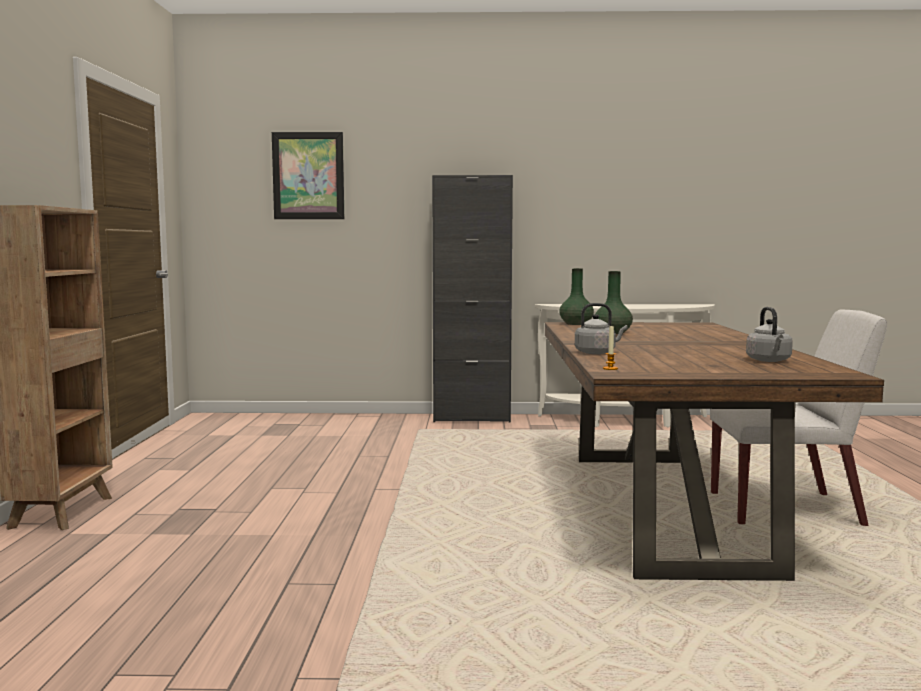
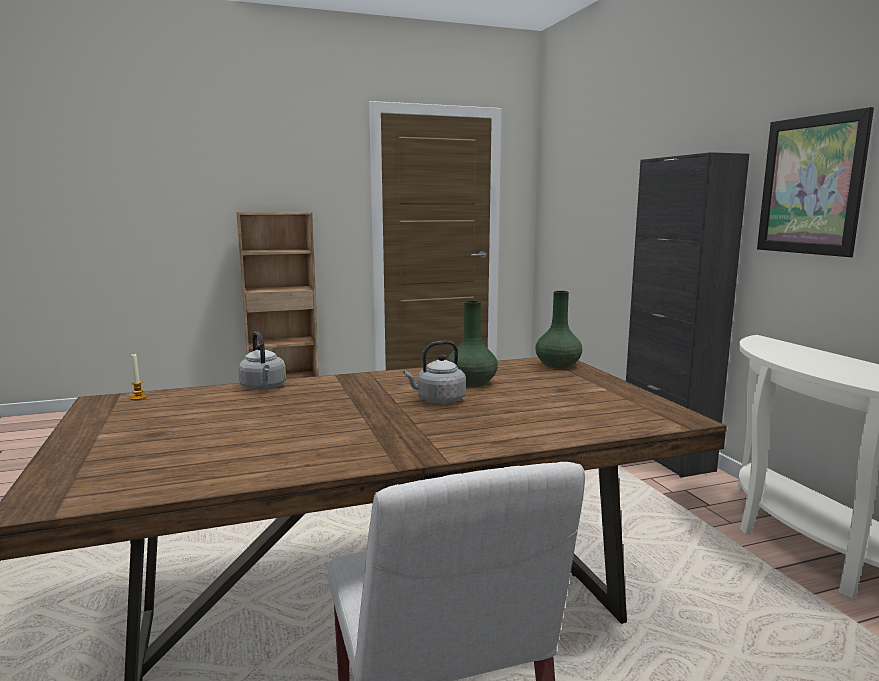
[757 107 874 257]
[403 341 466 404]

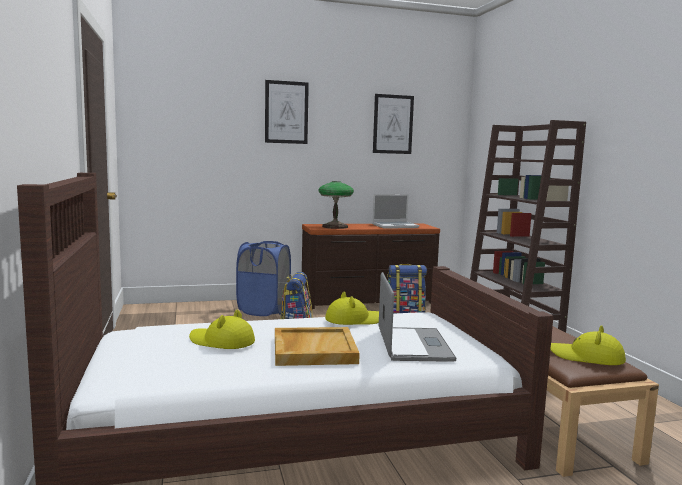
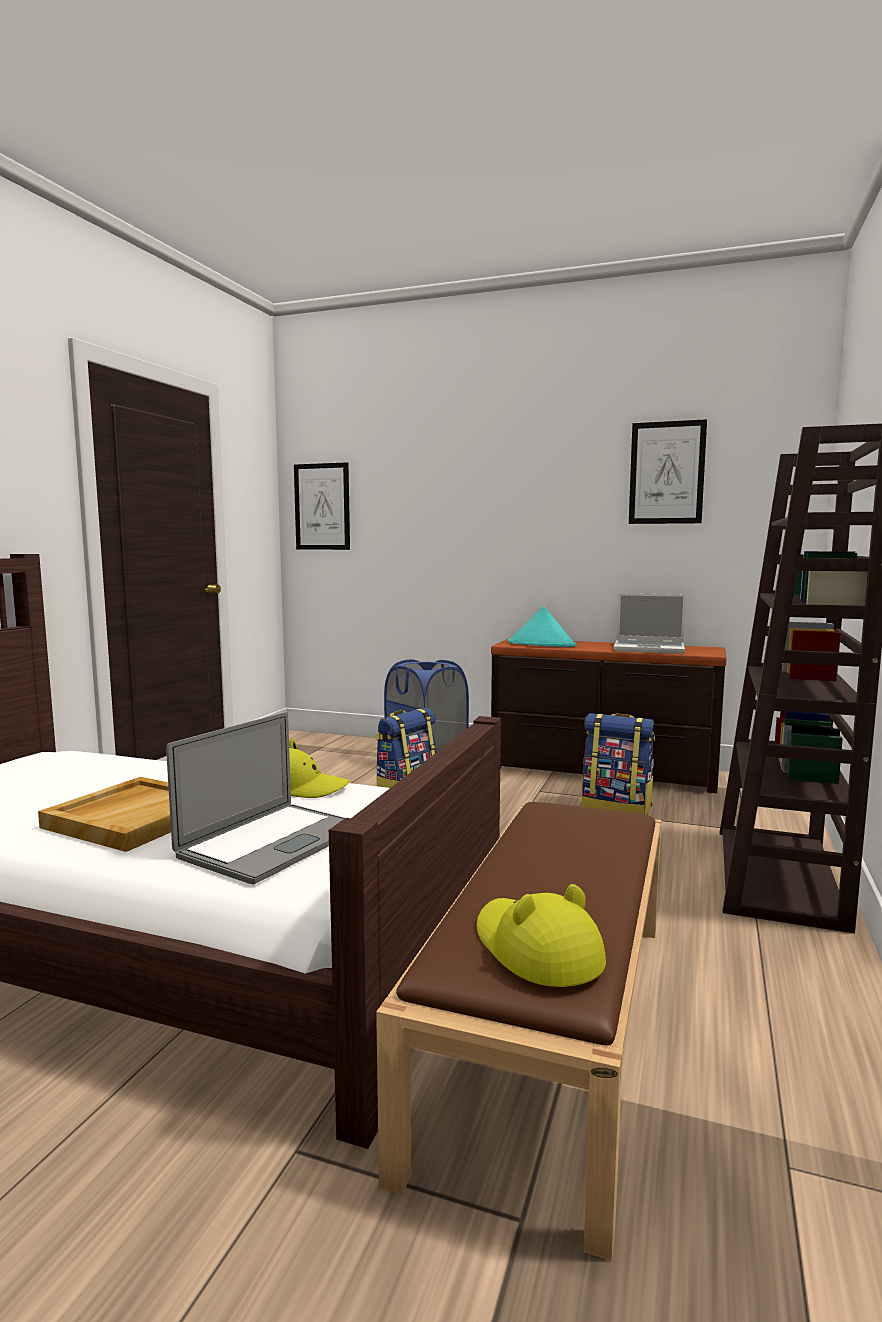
[189 310 255 349] (first image)
[294 462 350 550]
[508 606 576 647]

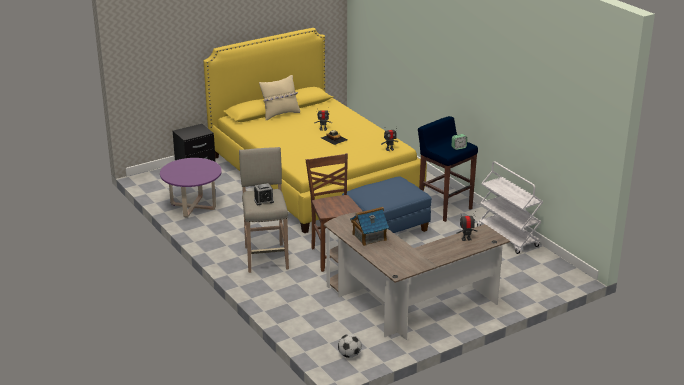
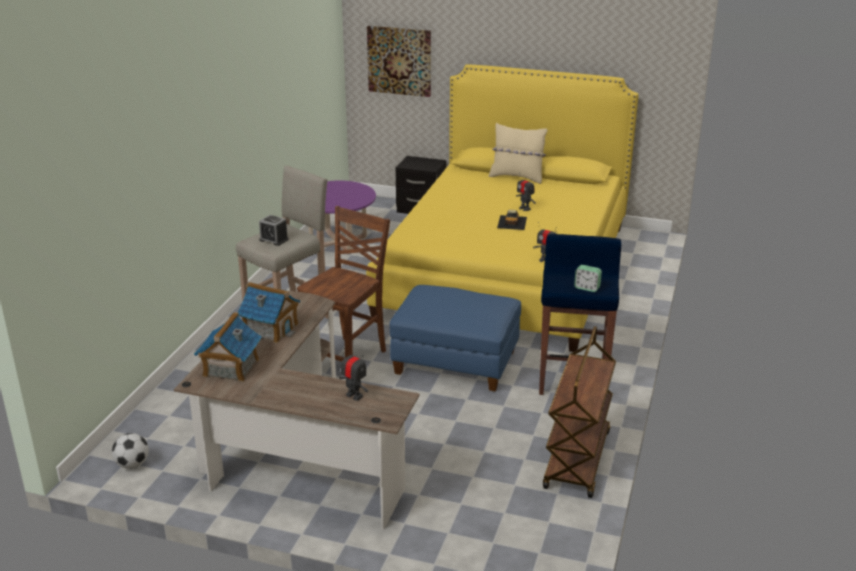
[543 326 616 498]
[194 312 262 382]
[367 26 431 97]

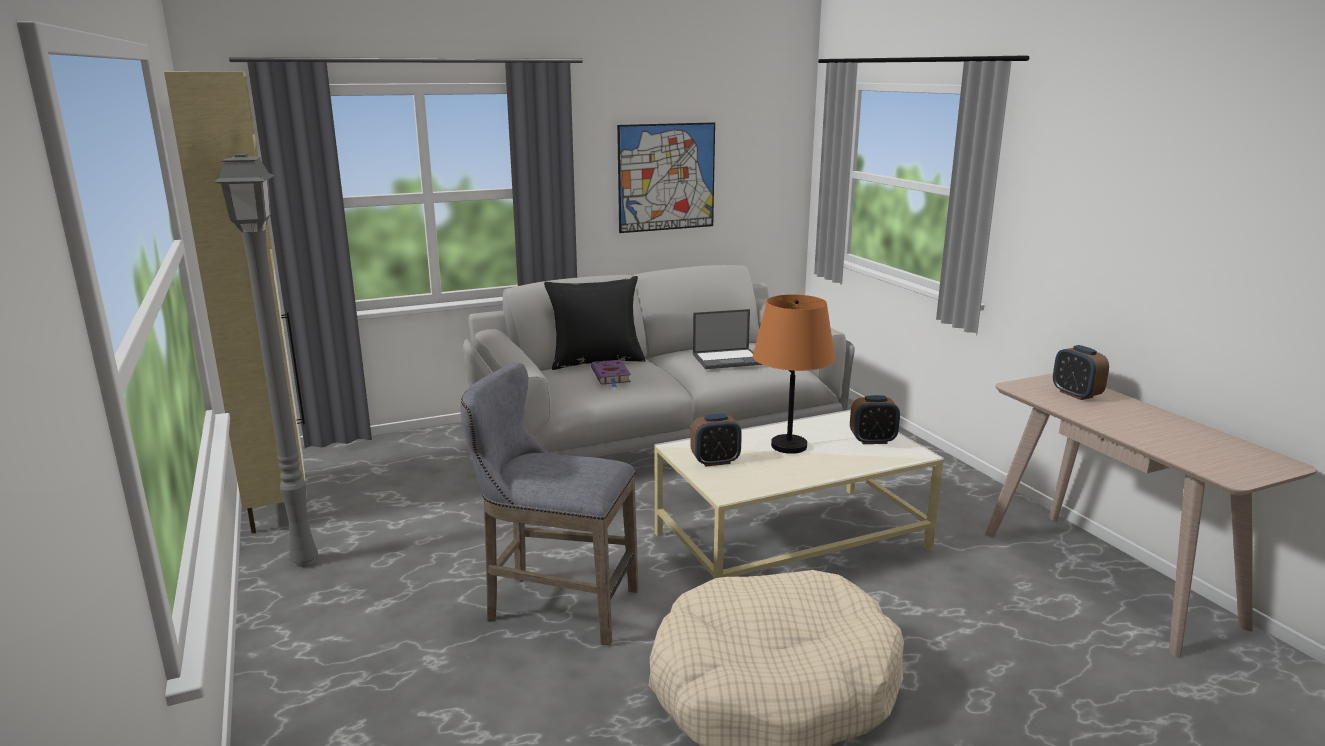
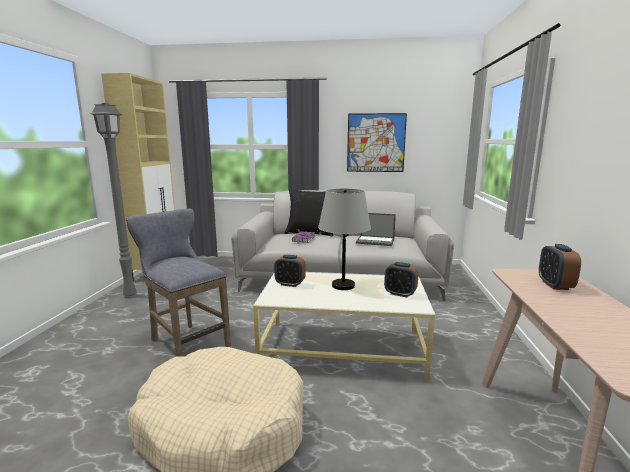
[318 188 371 290]

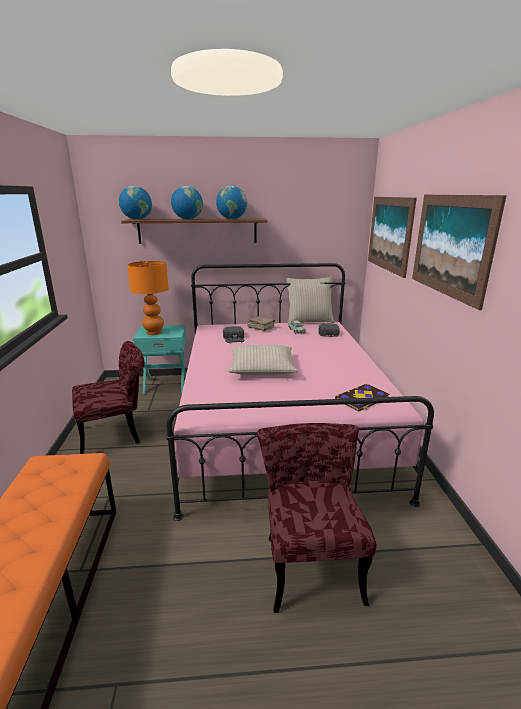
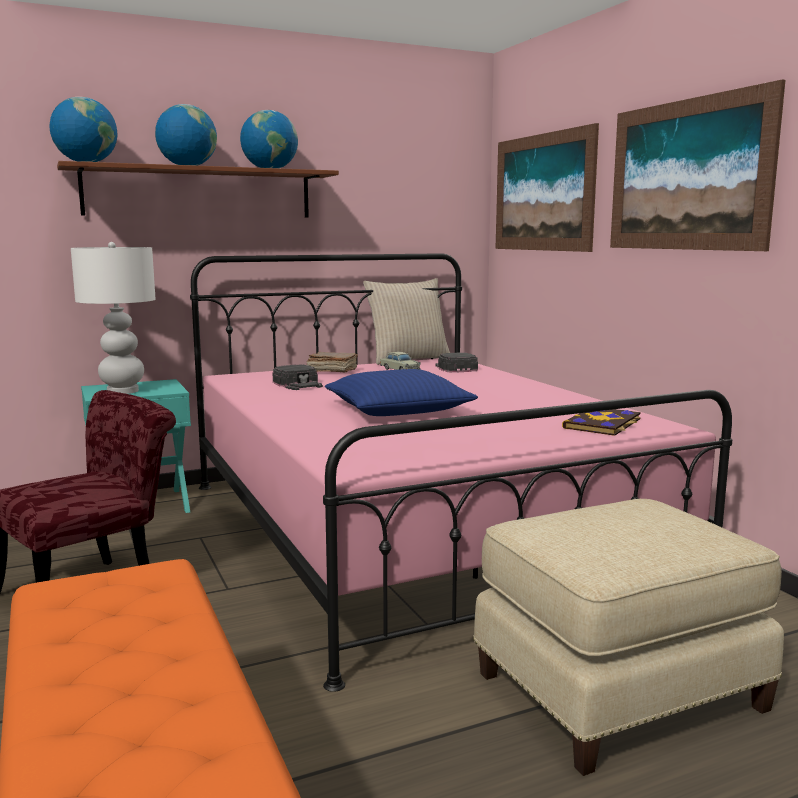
[71 242 156 394]
[325 369 478 416]
[473 499 784 776]

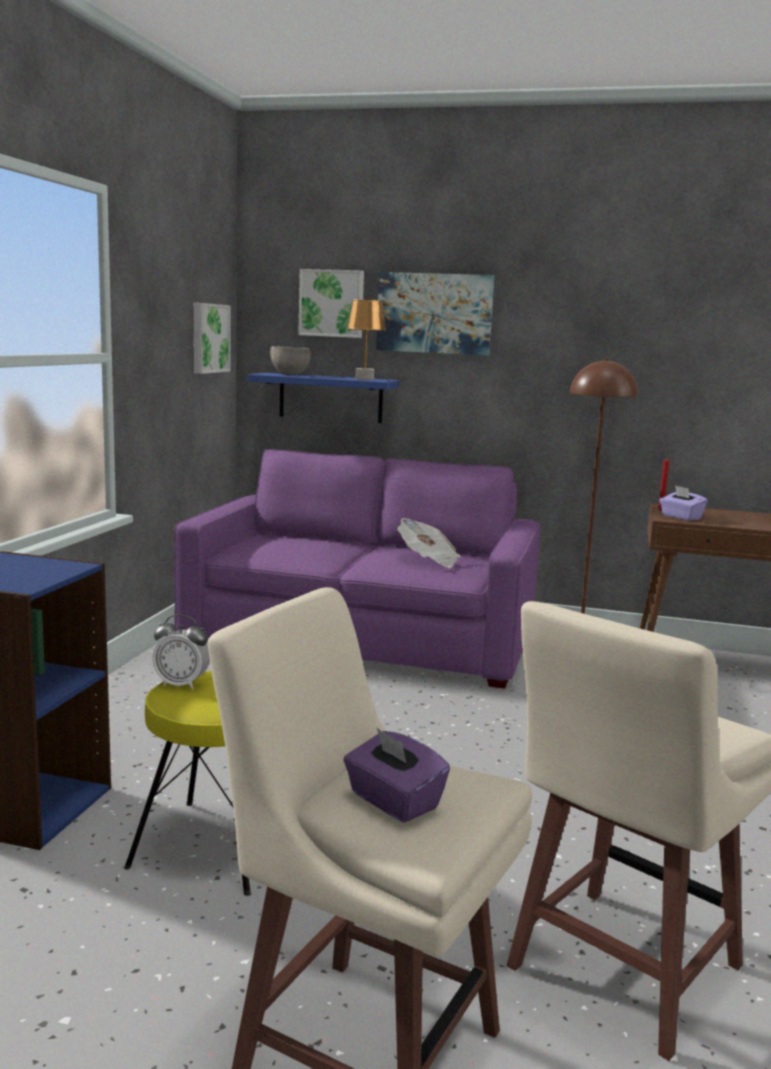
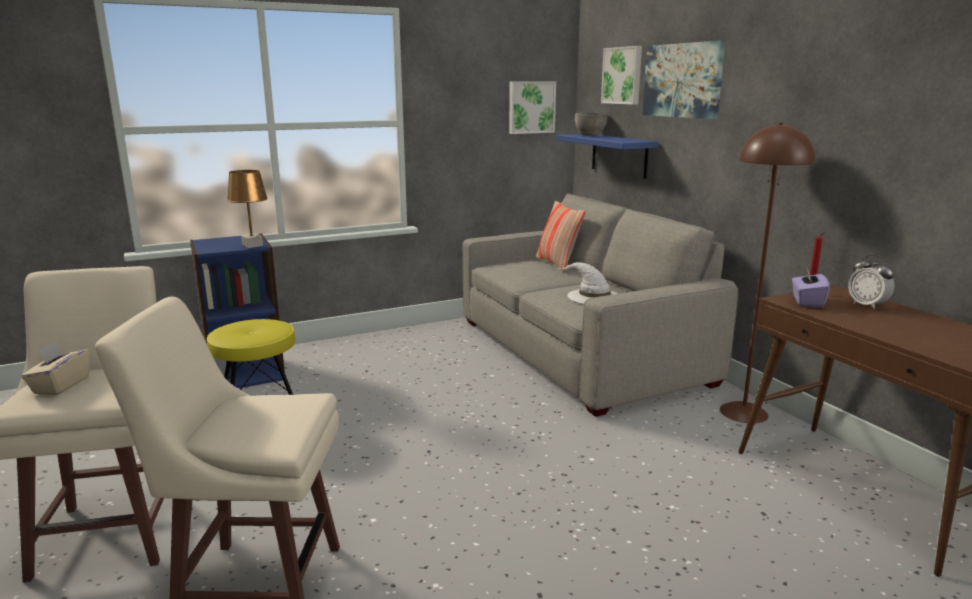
[848 255 895 310]
[462 193 738 417]
[22 341 90 395]
[227 170 268 248]
[557 262 619 304]
[536 201 586 272]

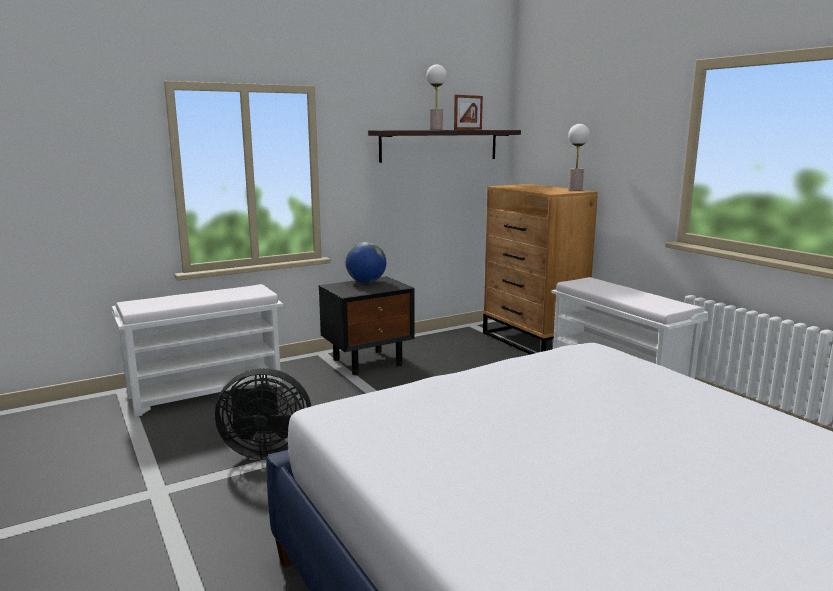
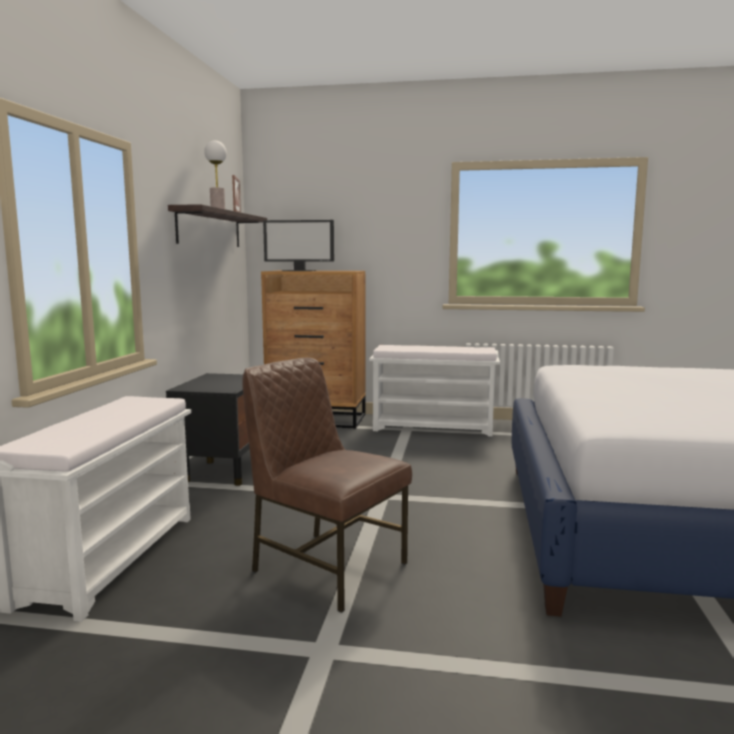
[242 358 412 613]
[345 242 386 283] (first image)
[568 124 590 191] (first image)
[263 220 334 271]

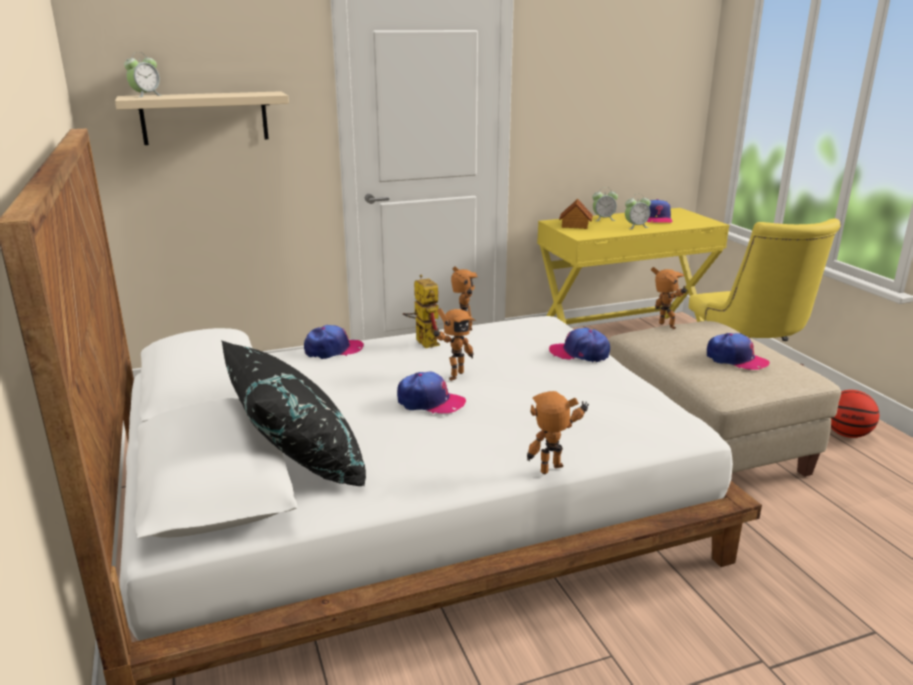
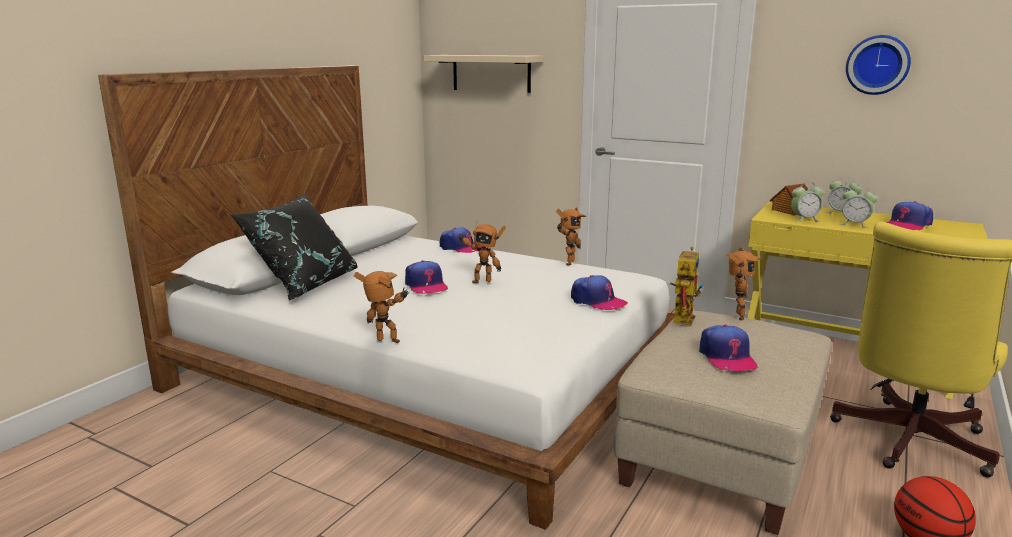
[791 182 824 222]
[670 247 704 325]
[571 275 628 310]
[846 35 911 95]

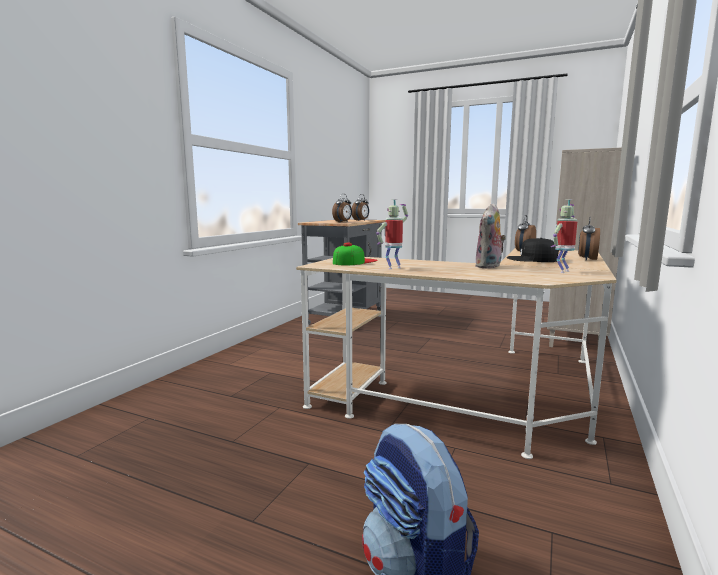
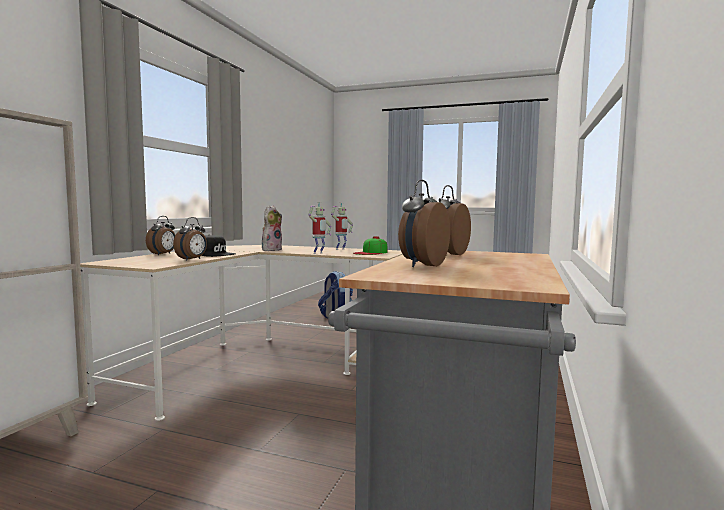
[308 202 331 254]

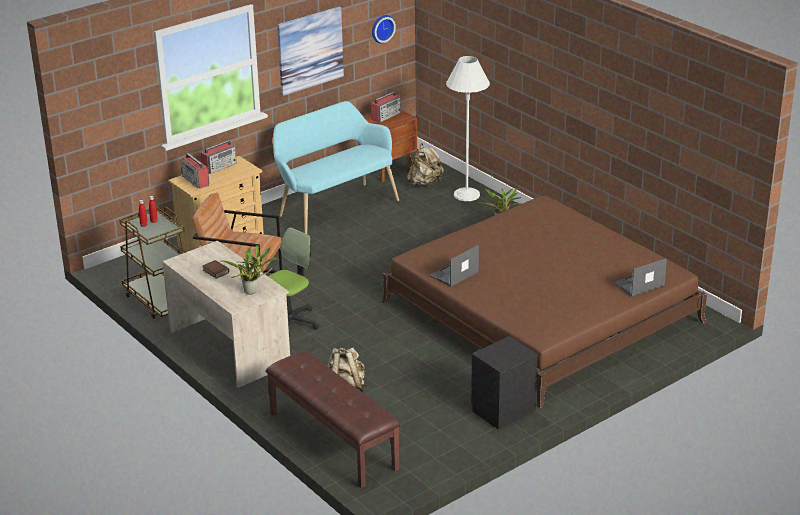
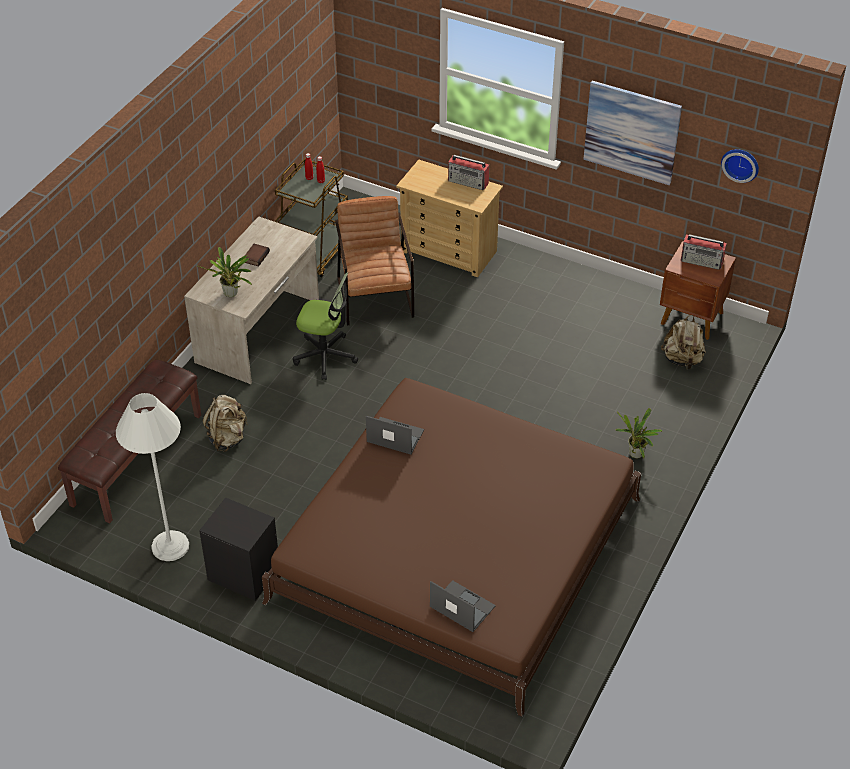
[181 153 209 189] (first image)
[273 101 399 234] (first image)
[116 393 189 561]

